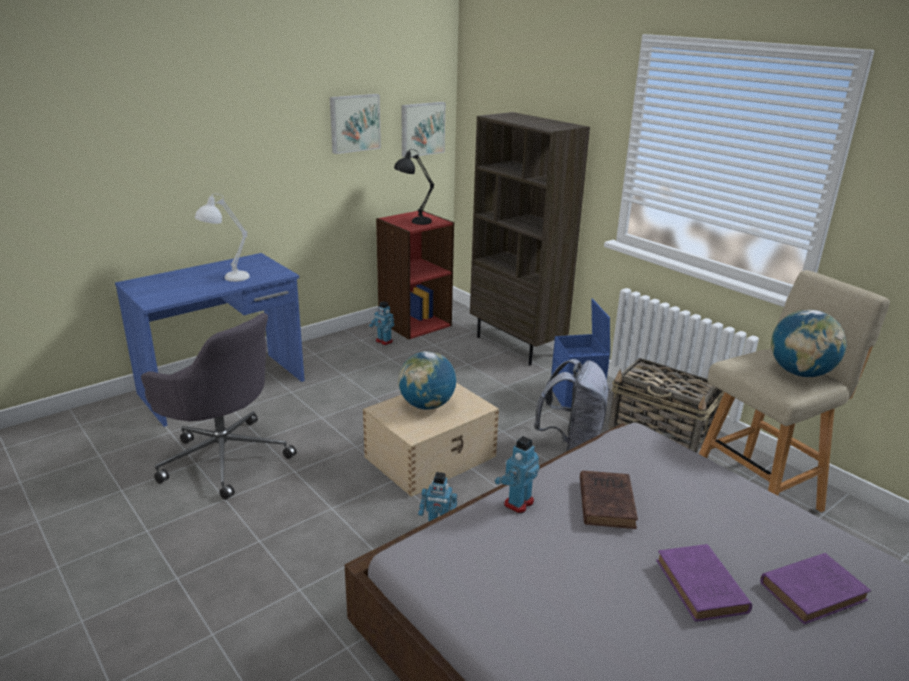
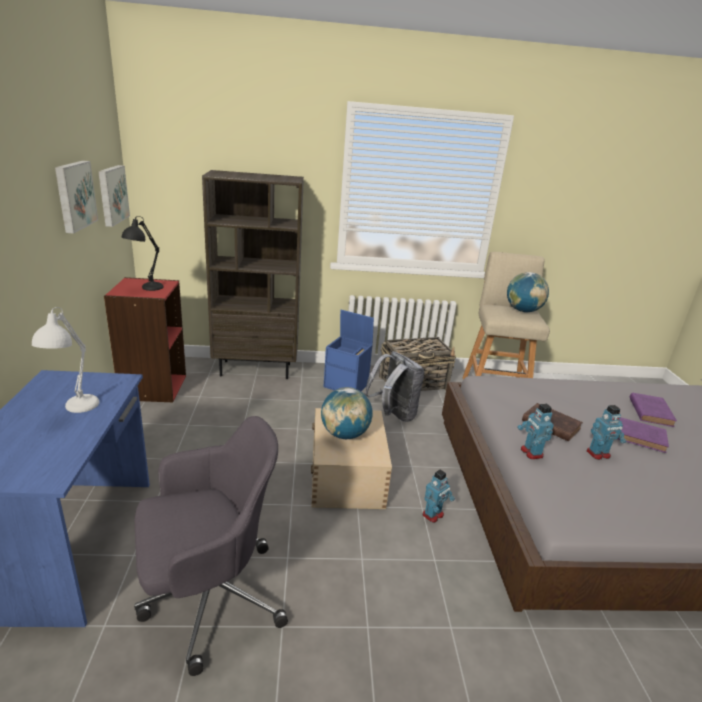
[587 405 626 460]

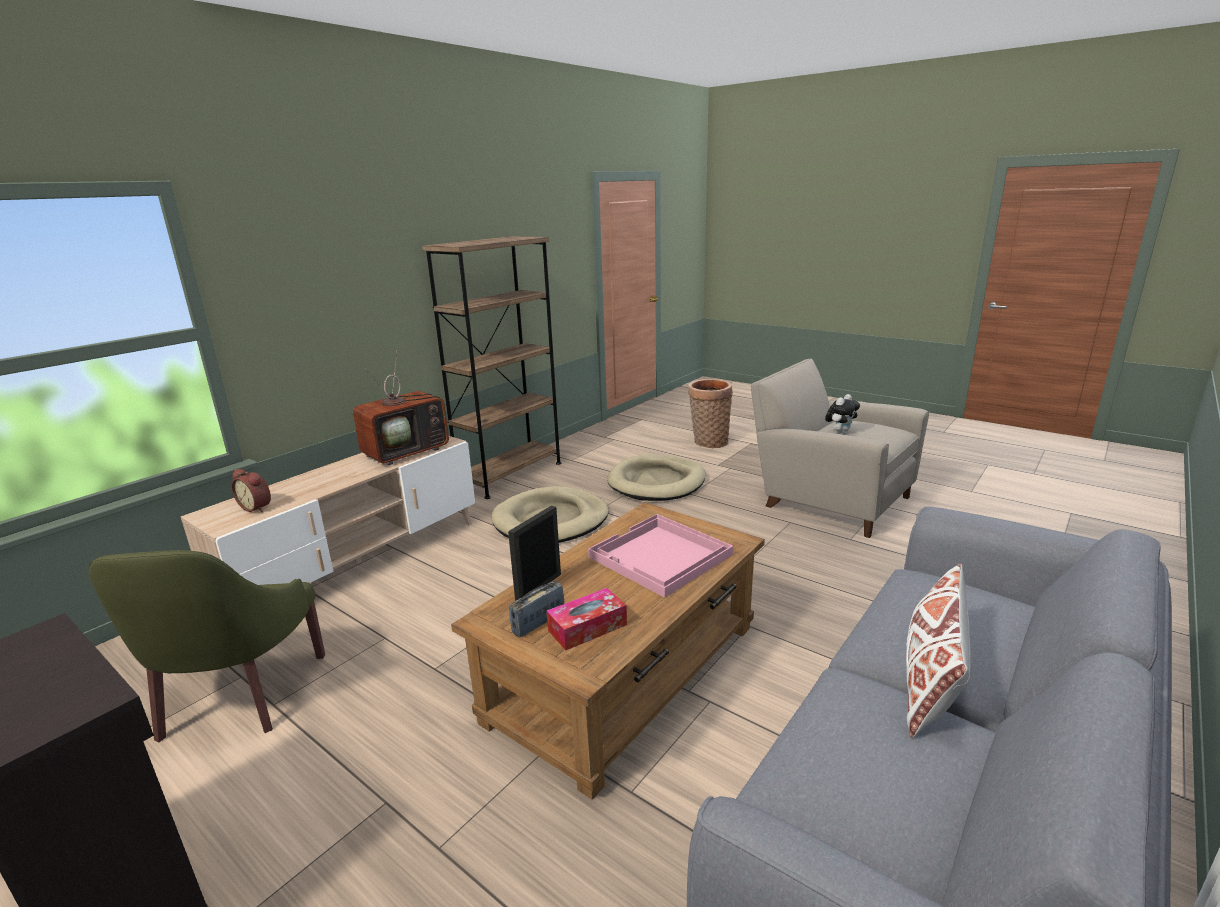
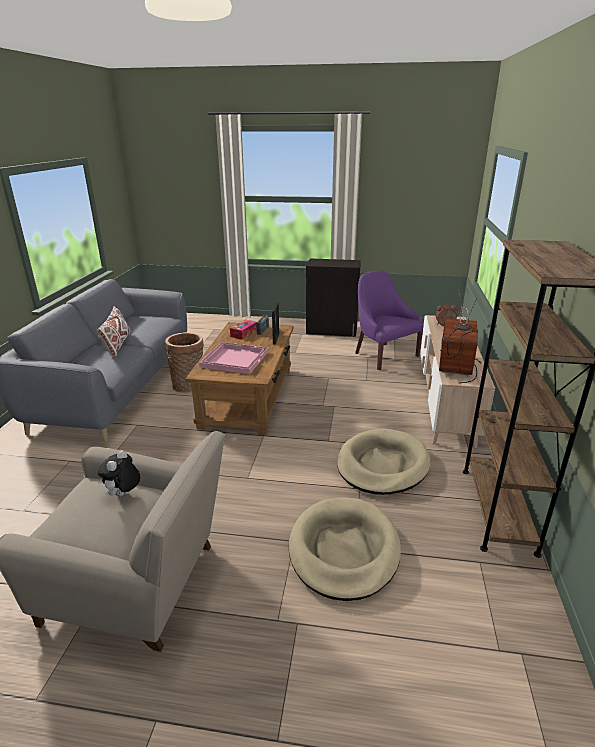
[355 270 424 370]
[165 332 204 392]

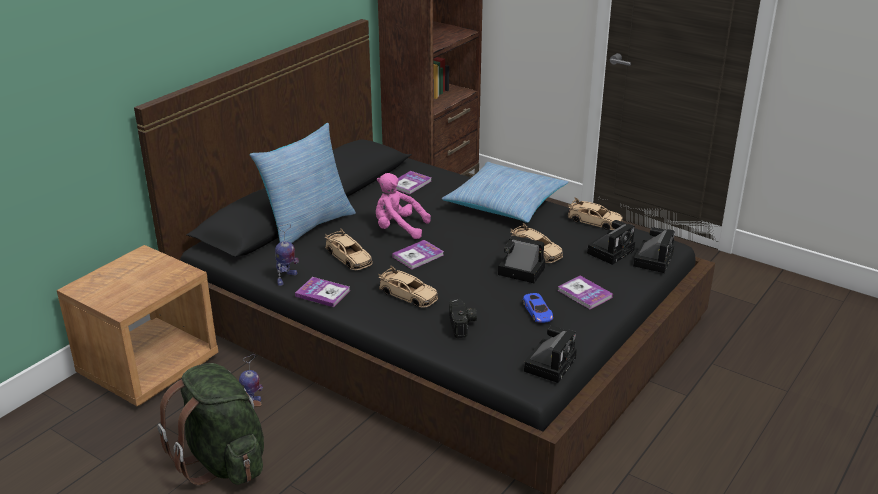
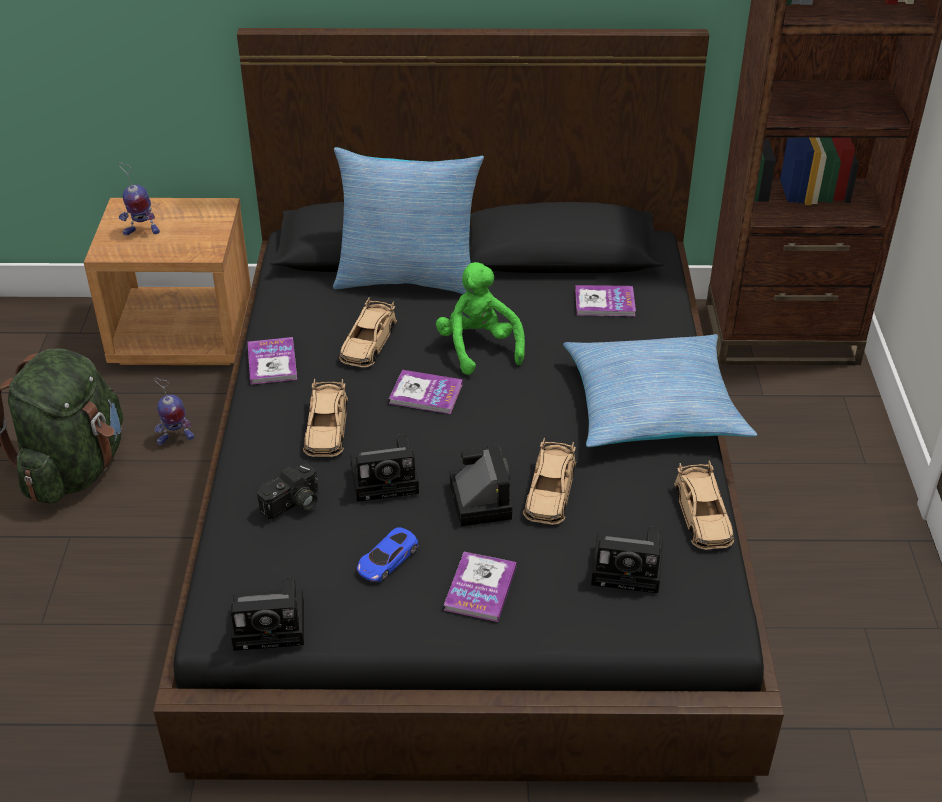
[118 162 160 236]
[436 262 525 375]
[350 434 419 502]

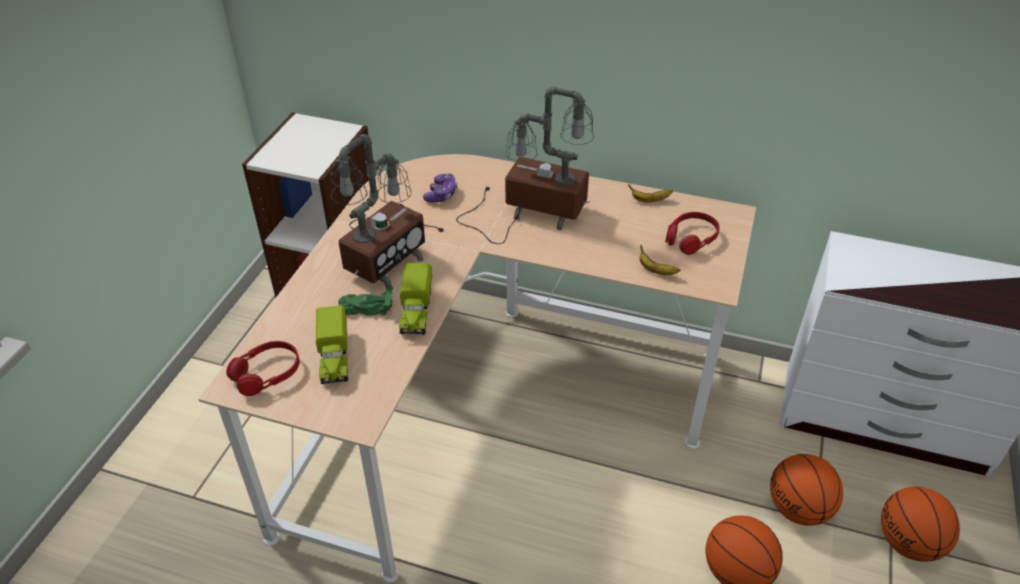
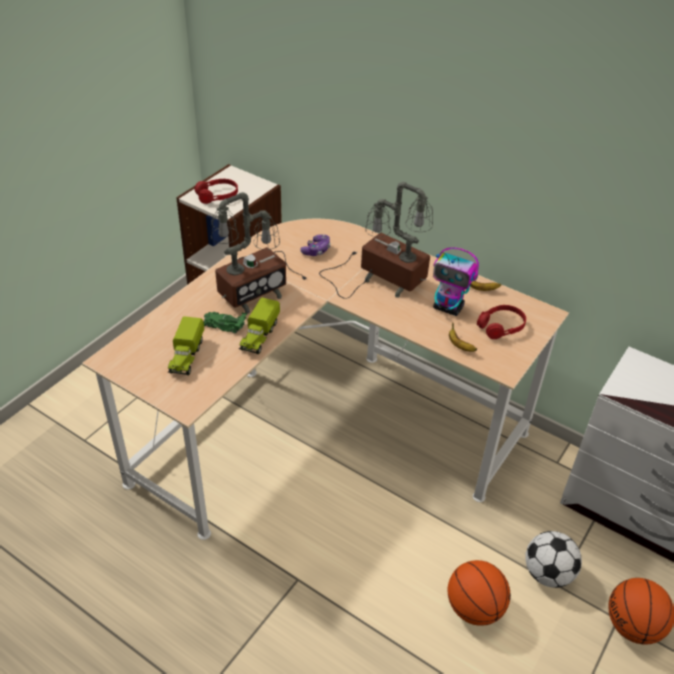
[195 179 238 204]
[525 531 582 588]
[433 248 479 316]

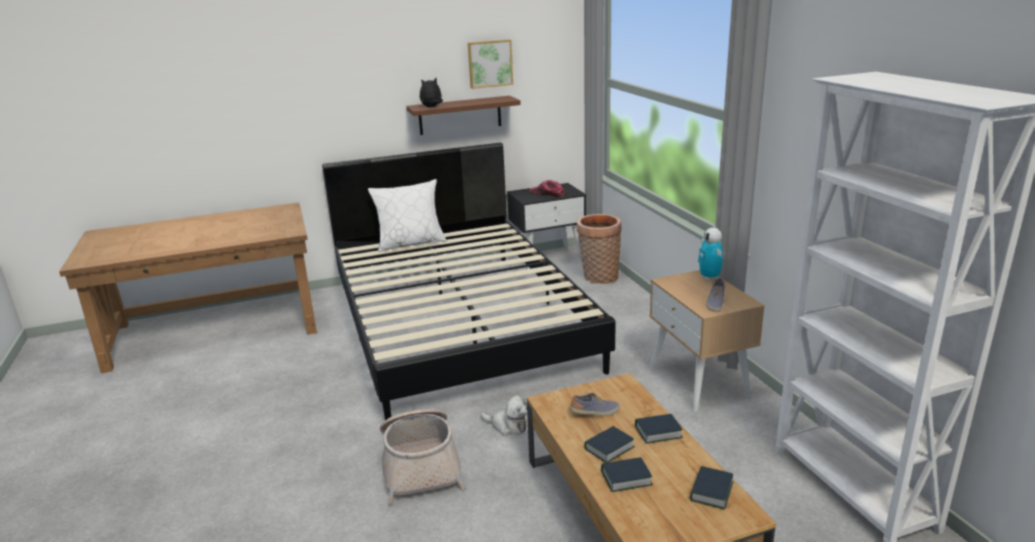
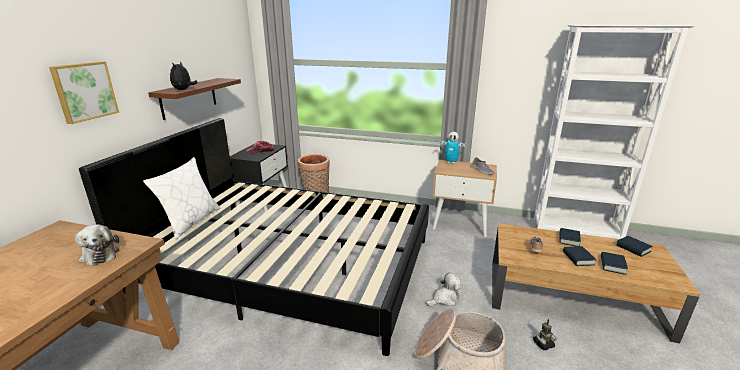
[49 61 119 124]
[75 224 119 266]
[533 319 557 350]

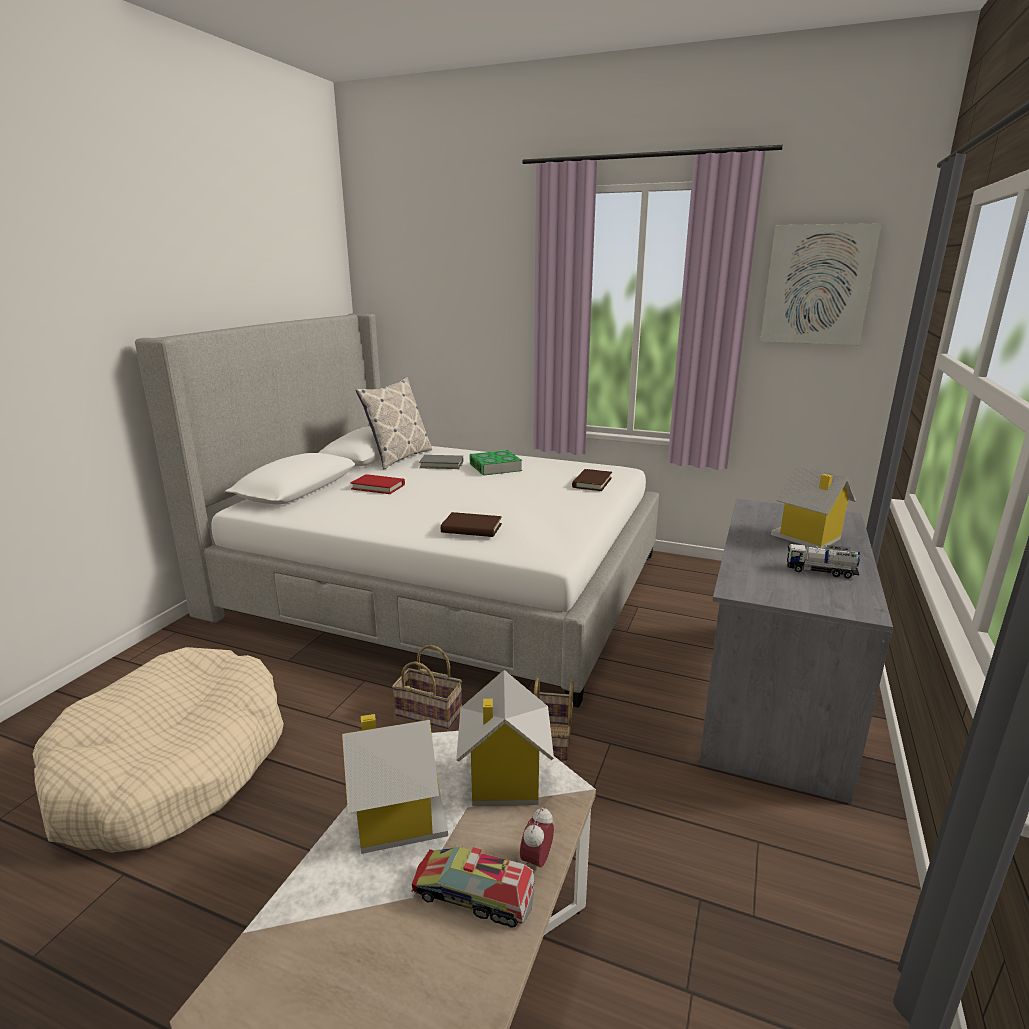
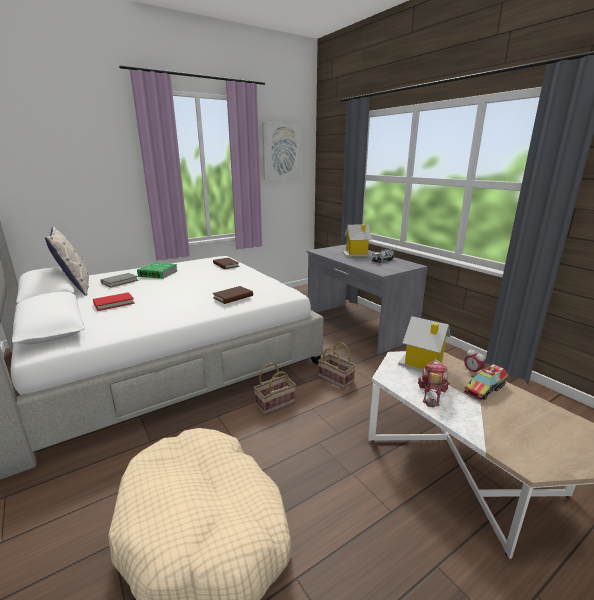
[418 359 450 408]

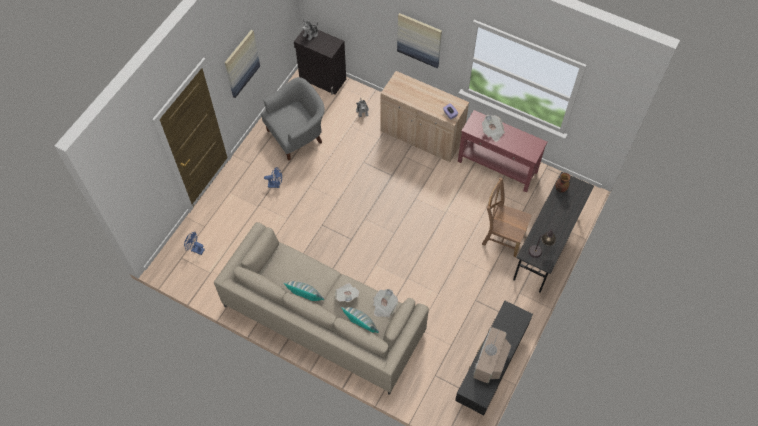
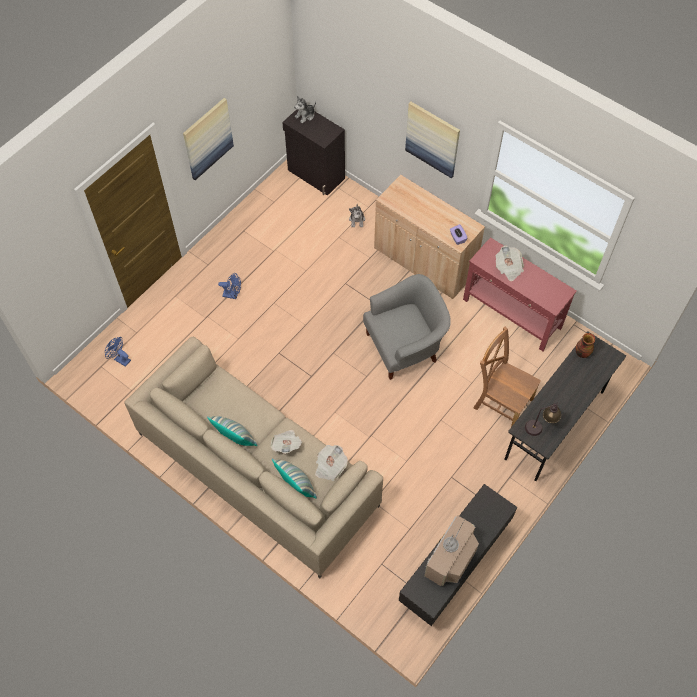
[363 274 451 380]

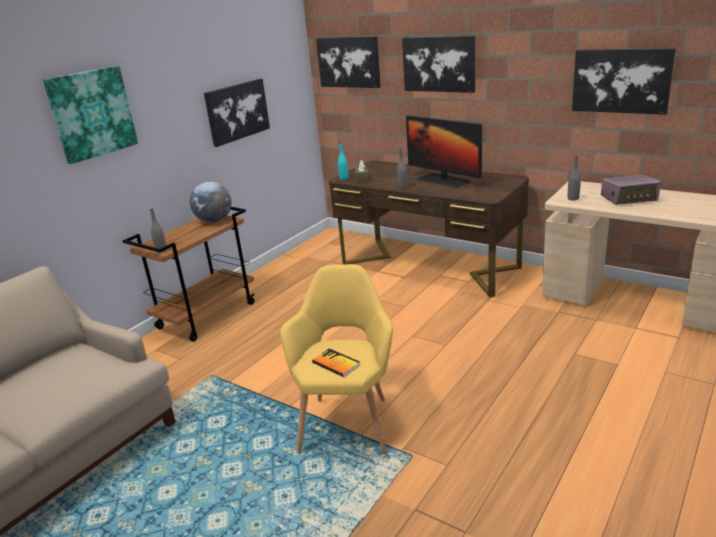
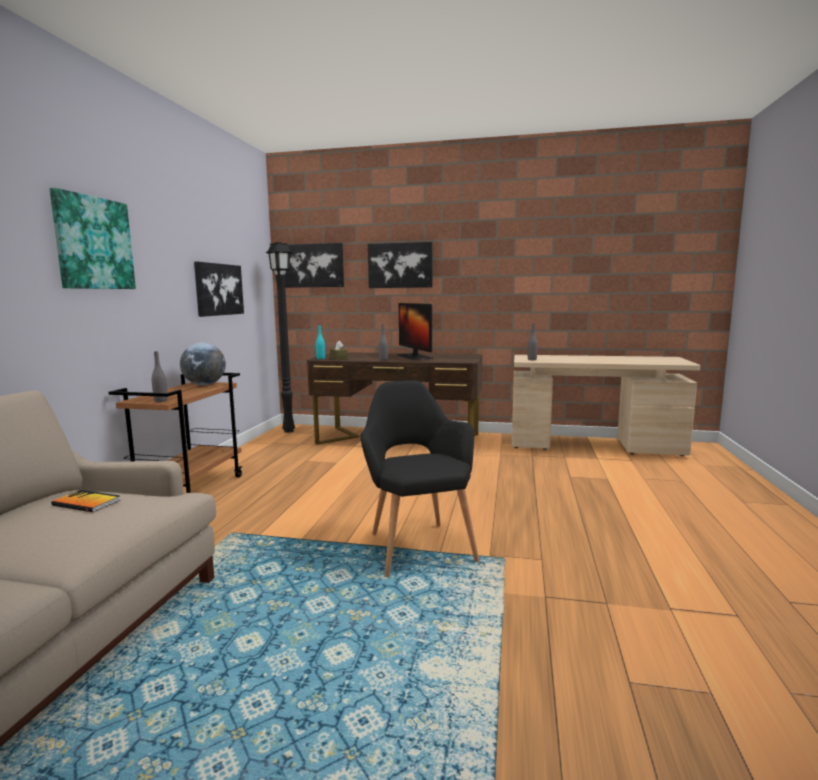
[360 380 479 577]
[51 490 120 512]
[398 303 433 360]
[572 48 676 115] (first image)
[601 175 661 205] (first image)
[265 242 295 433]

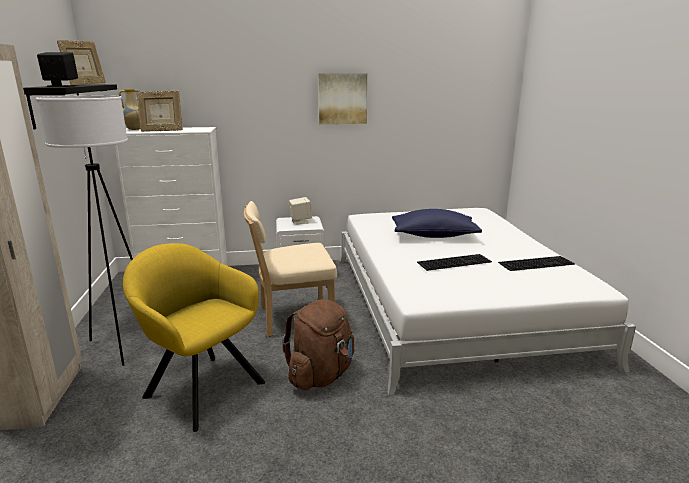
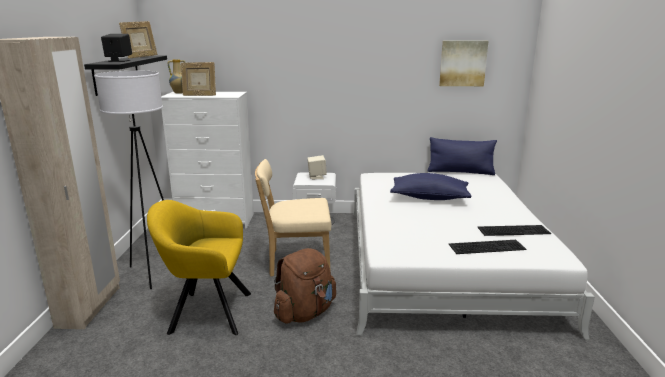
[147 200 251 335]
[439 41 488 86]
[449 240 526 254]
[427 137 497 175]

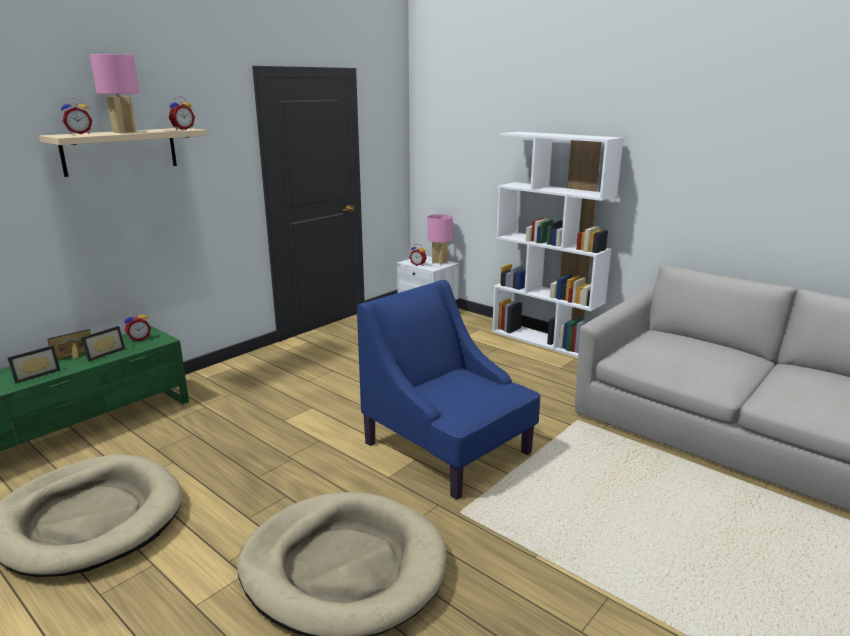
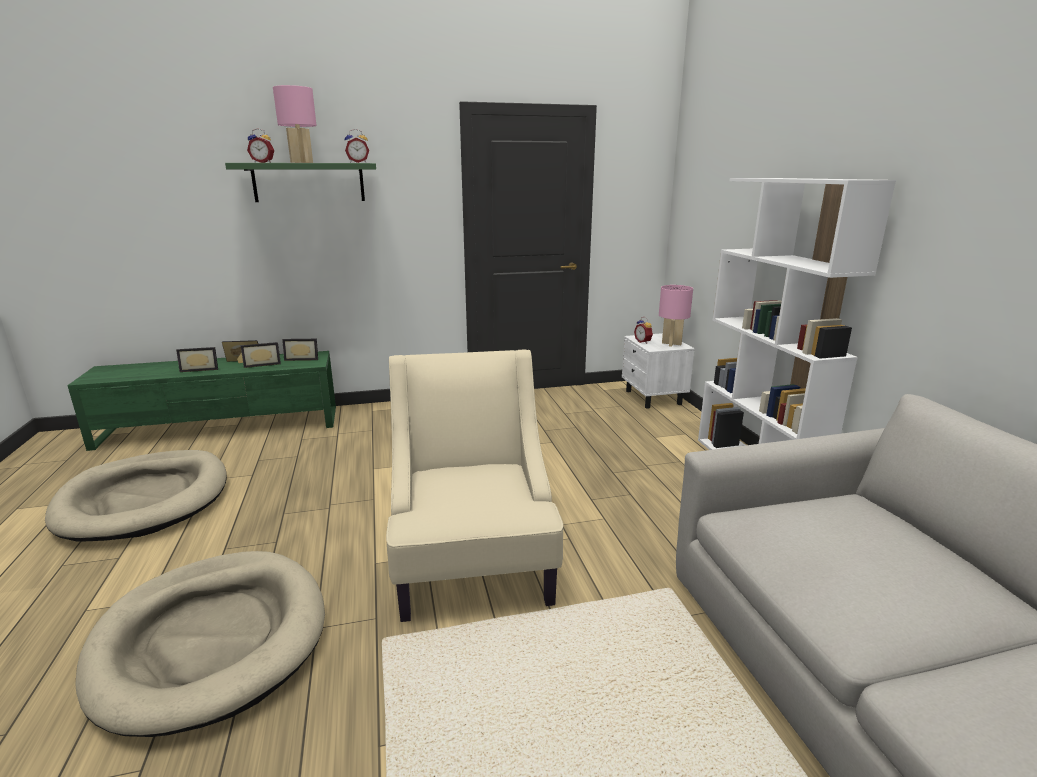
[225 163 376 202]
[282 339 318 361]
[386 349 563 622]

